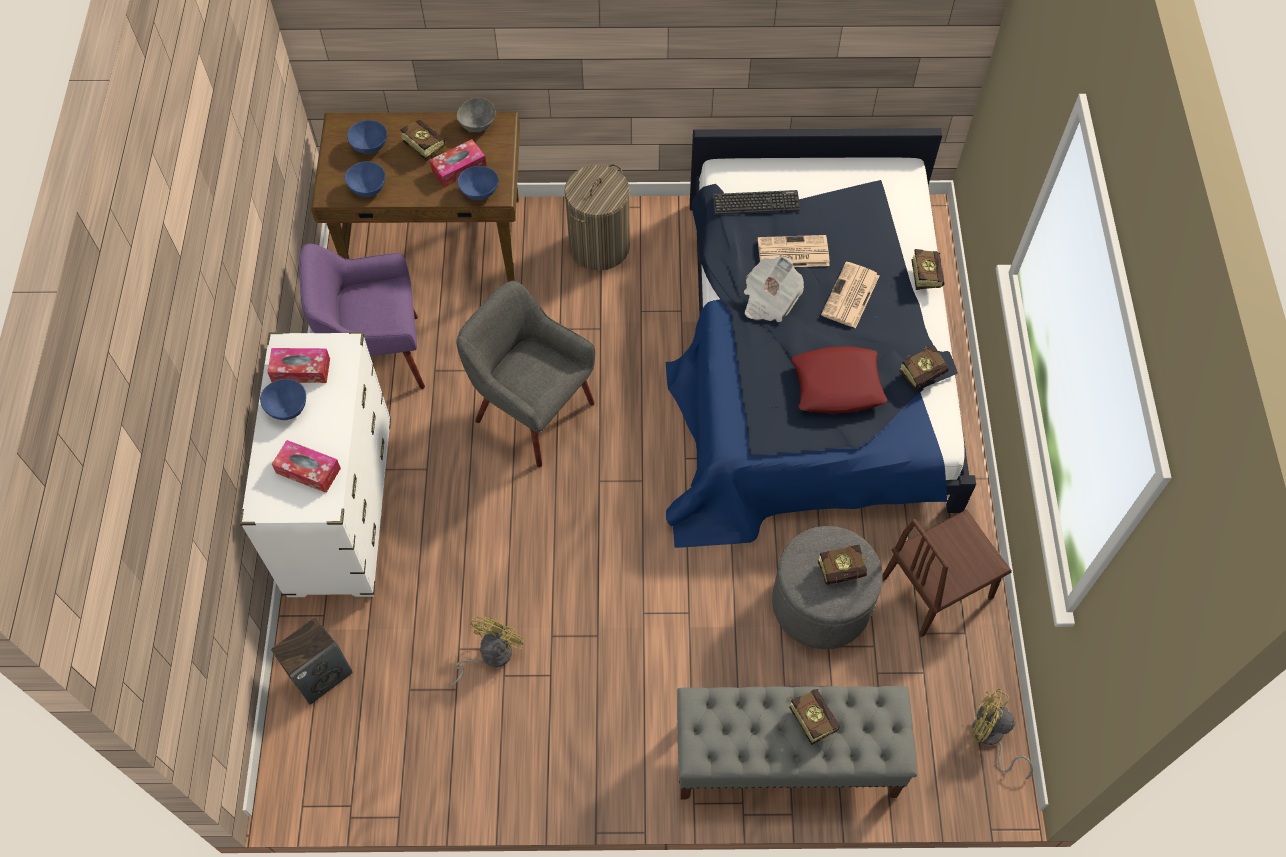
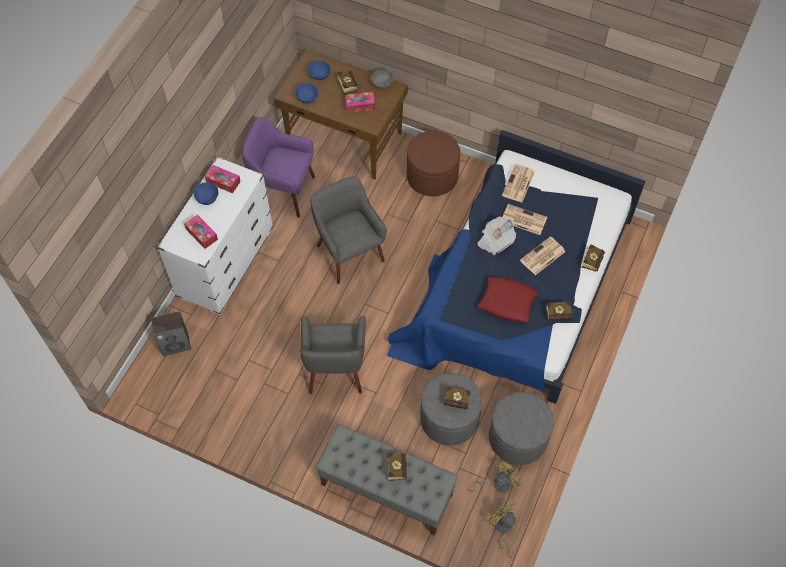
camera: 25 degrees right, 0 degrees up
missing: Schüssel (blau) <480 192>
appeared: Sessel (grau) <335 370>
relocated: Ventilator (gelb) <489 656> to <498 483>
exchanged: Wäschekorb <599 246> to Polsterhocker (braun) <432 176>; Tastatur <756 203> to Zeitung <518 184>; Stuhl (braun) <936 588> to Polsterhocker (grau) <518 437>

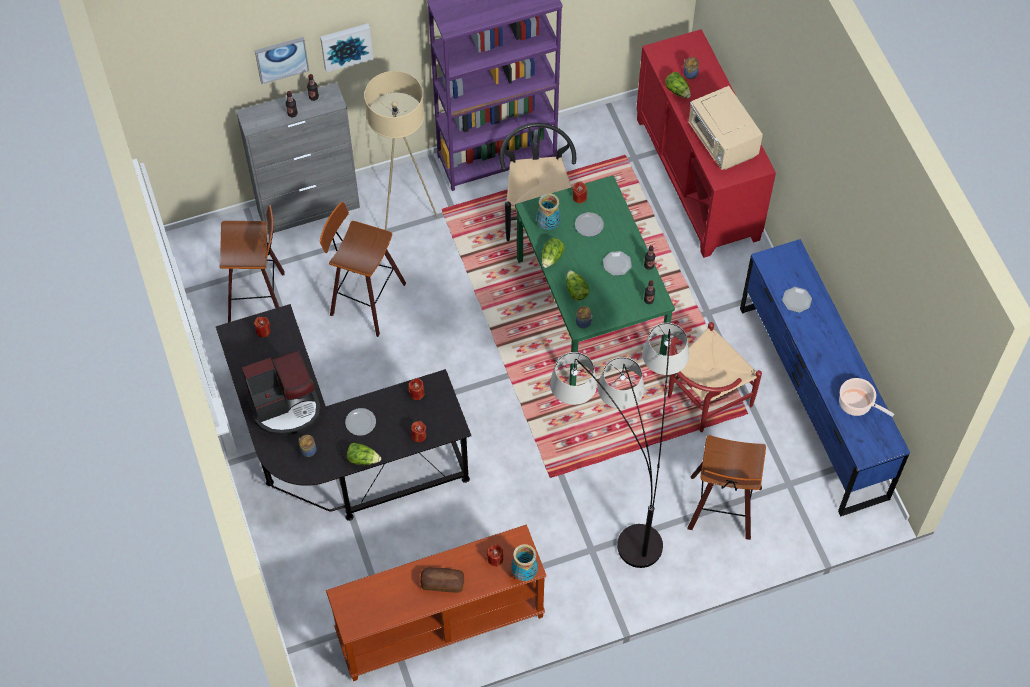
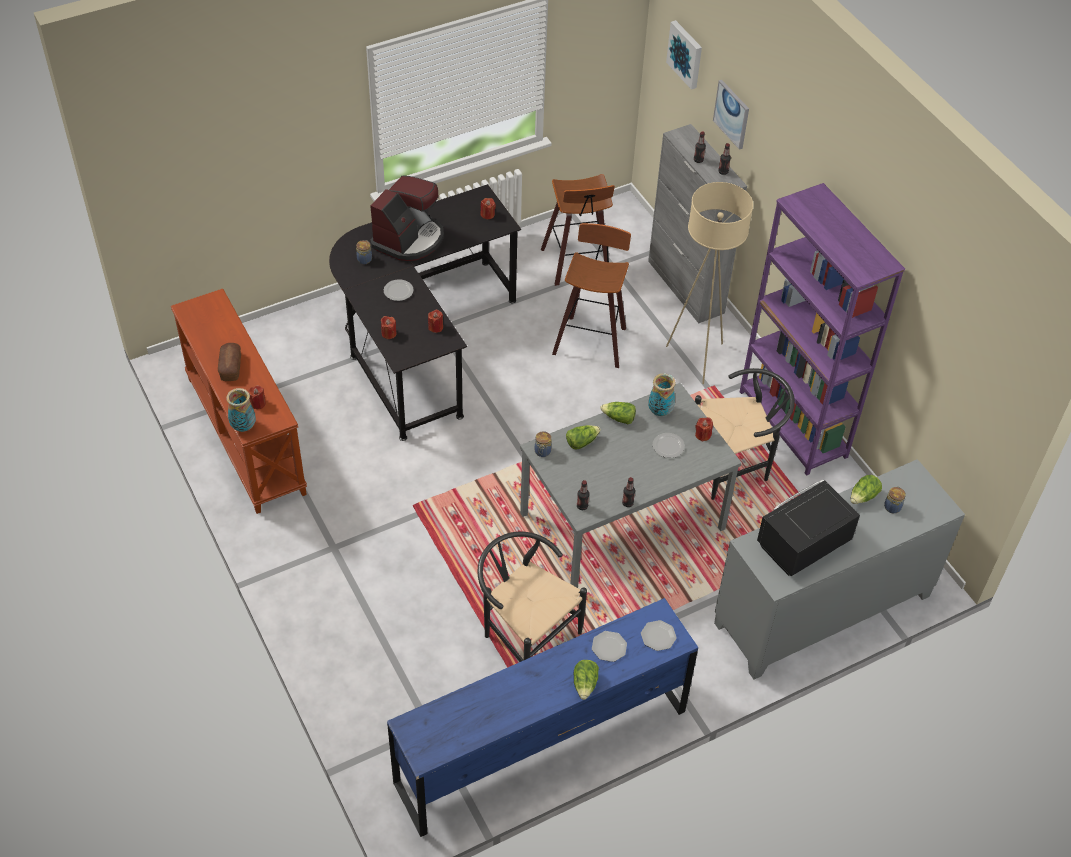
camera: 80 degrees right, 10 degrees down
missing: Stehlampe <618 499>; Kochtopf <857 404>; Hocker <722 510>
relocated: Bild <346 45> to <686 54>; Teller <617 264> to <658 636>; Salatkopf <363 458> to <585 684>
colour: Schrank (rot) <698 178> to Schrank (grau) <823 610>; Mikrowelle (beige) <722 143> to Mikrowelle (schwarz) <801 544>; Esstisch (grün) <591 309> to Esstisch (grau) <622 523>; Stuhl (rot) <702 401> to Stuhl (schwarz) <524 634>
spun: Kaffeemaschine <285 406> = <409 239> 120 degrees counterclockwise

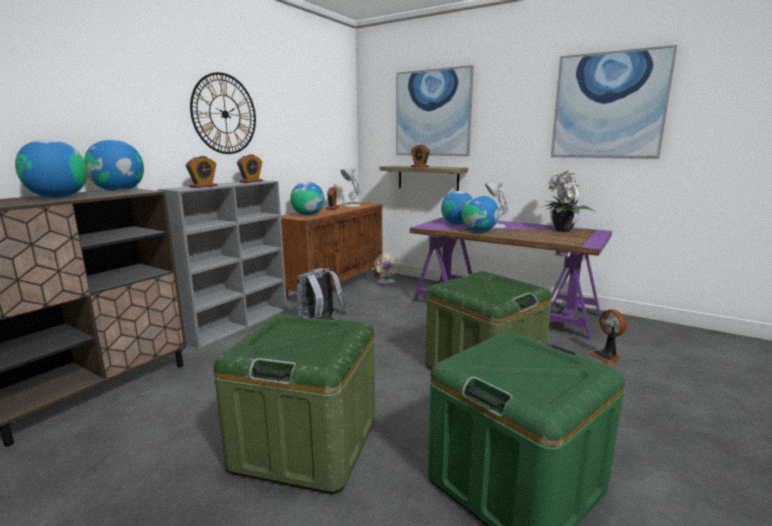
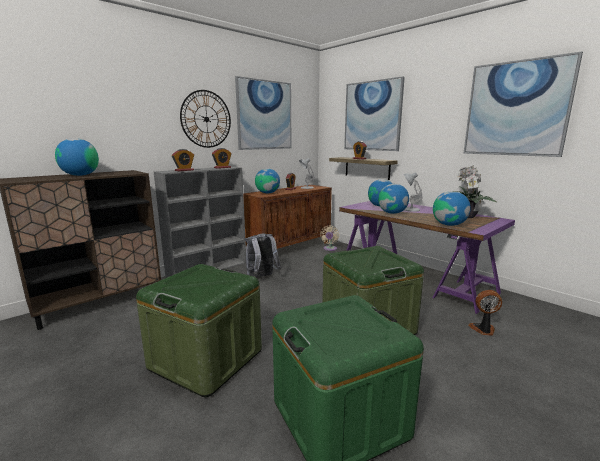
camera: 15 degrees right, 0 degrees up
appeared: Bild <264 115>
relocated: Globus <119 191> to <449 225>
spun: Ventilator <606 356> = <483 330> 105 degrees clockwise

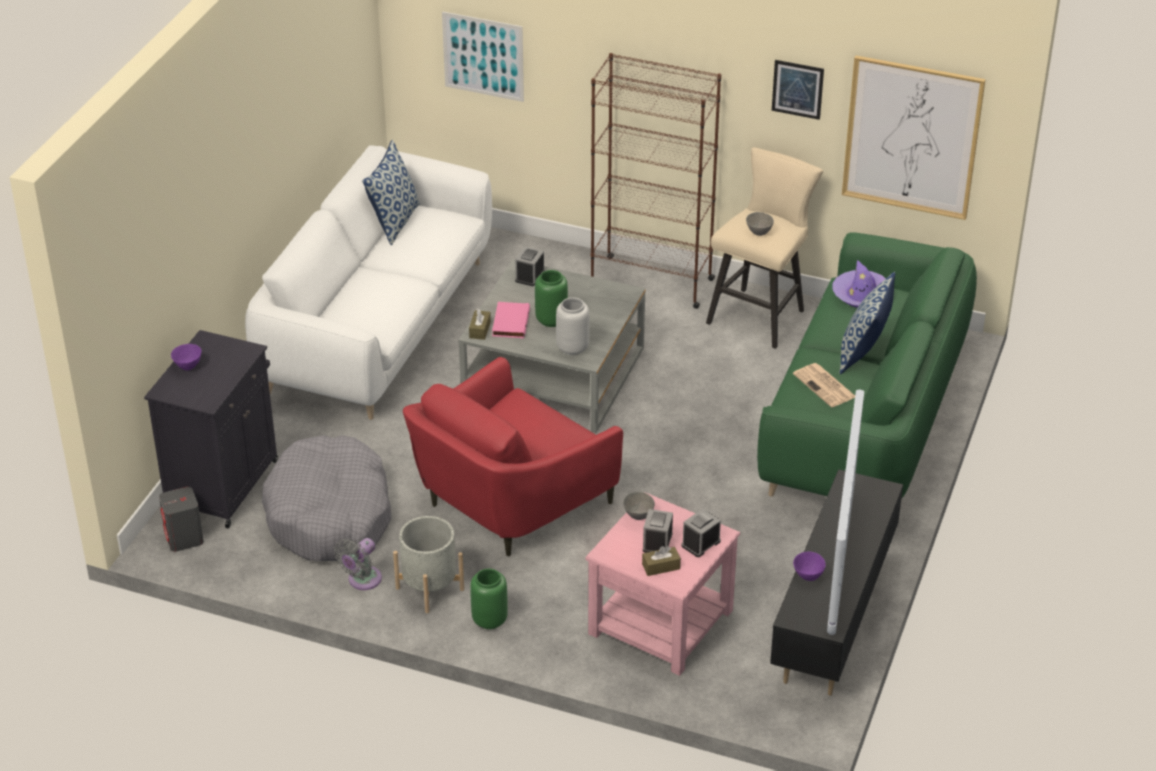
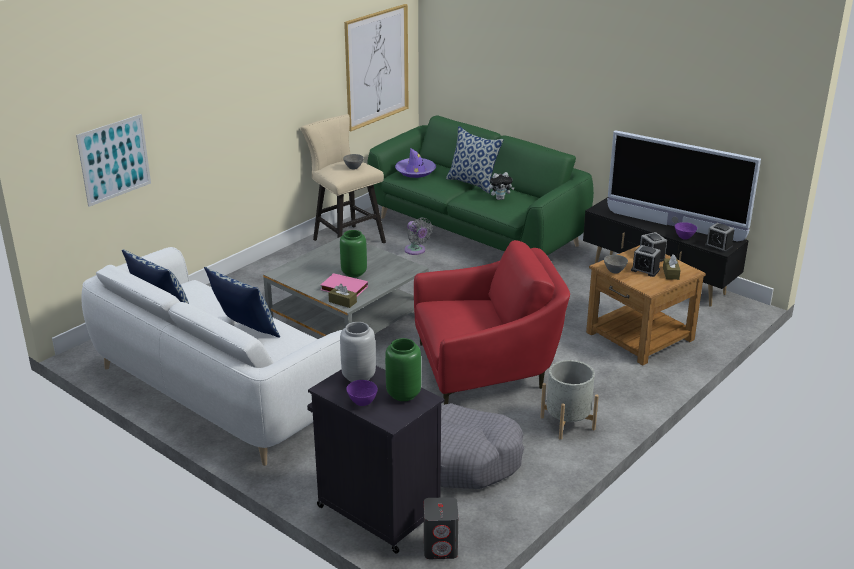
camera: 70 degrees left, 10 degrees down
missing: Bücherregal (braun) <651 282>; Bild <797 89>
appeared: Kissen <245 331>
relocated: Wecker <530 276> to <718 246>; Vase (grau) <573 348> to <359 376>; Ventilator (grau) <362 580> to <416 251>; Vase (grün) <489 620> to <403 394>
exchanged: Zeitung <825 386> to Plüschtier <500 198>
colour: Beistelltisch (rosa) <660 622> to Beistelltisch (braun) <639 336>
spun: Sessel (rot) <510 503> = <486 370> 75 degrees counterclockwise

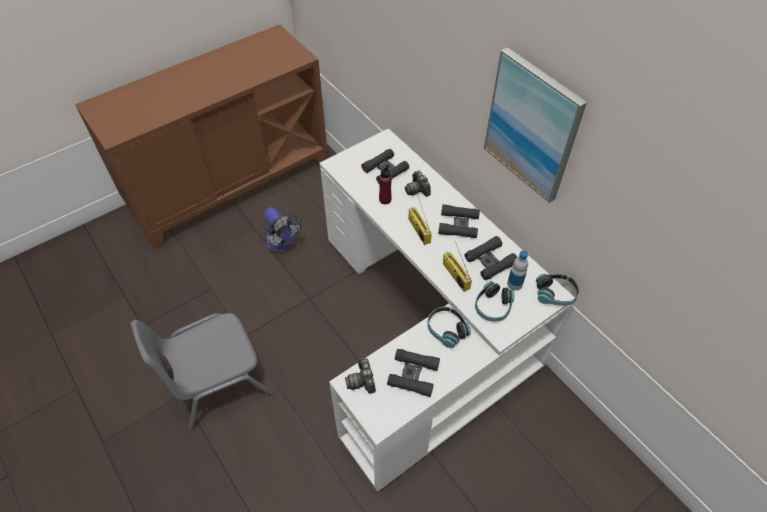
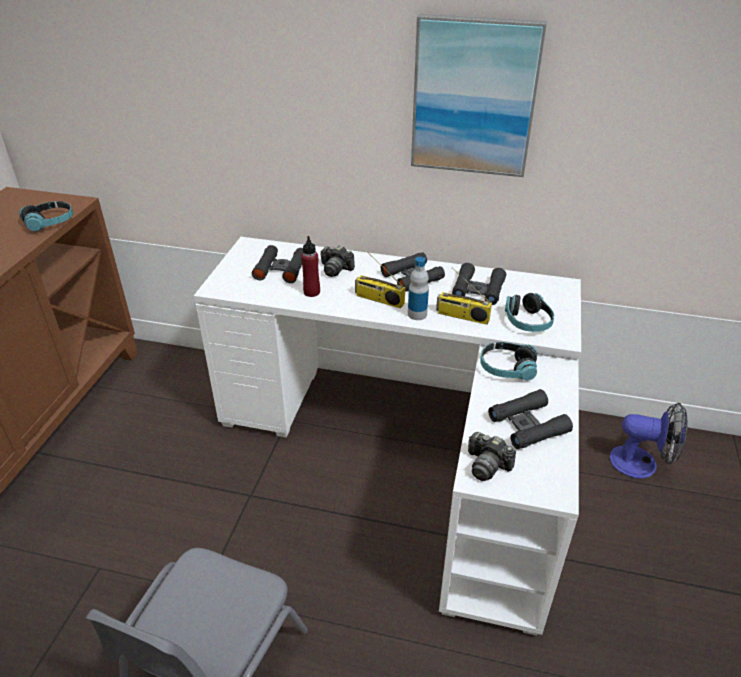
camera: 40 degrees left, 15 degrees down
relocated: Ventilator <282 244> to <642 463>; Flasche <514 284> to <417 314>; Kopfhörer <555 294> to <50 222>

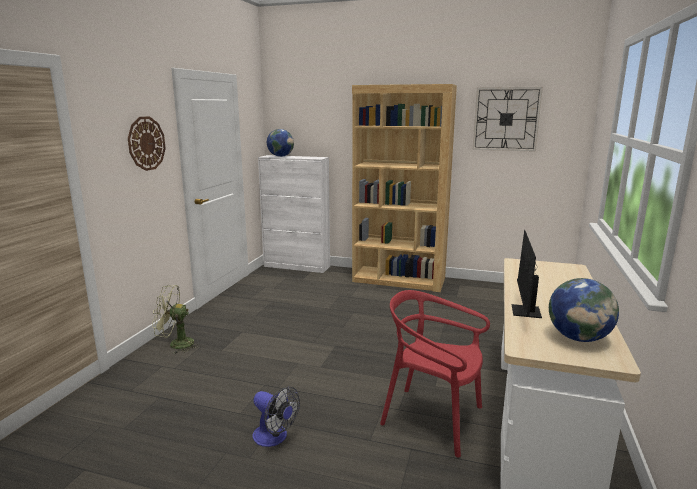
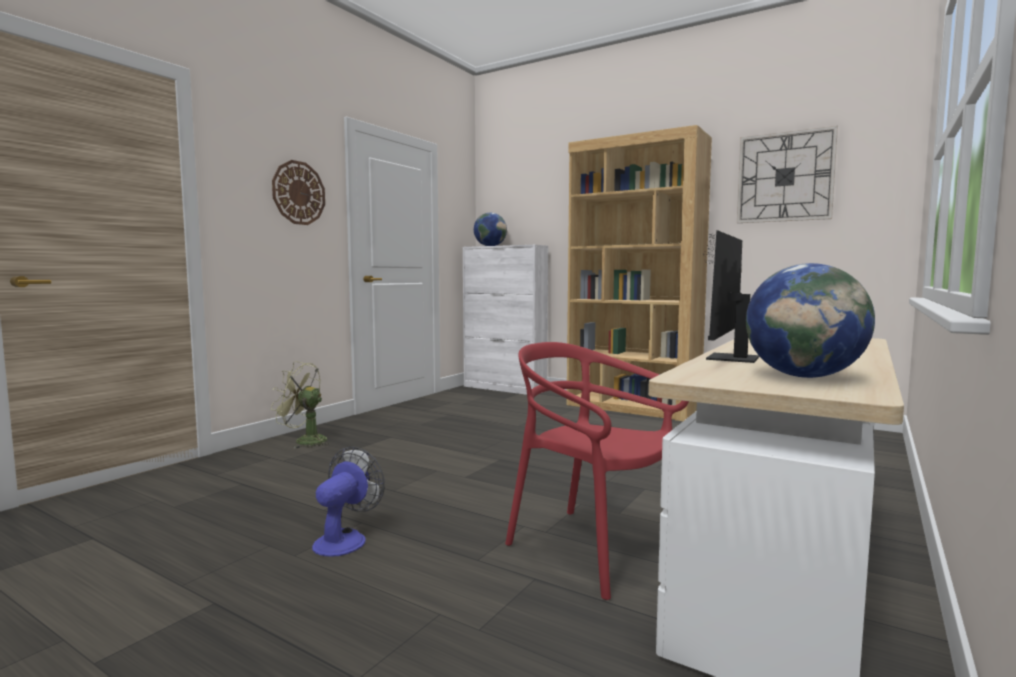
camera: 15 degrees right, 10 degrees down
spun: Ventilator <274 438> = <345 539> 120 degrees counterclockwise

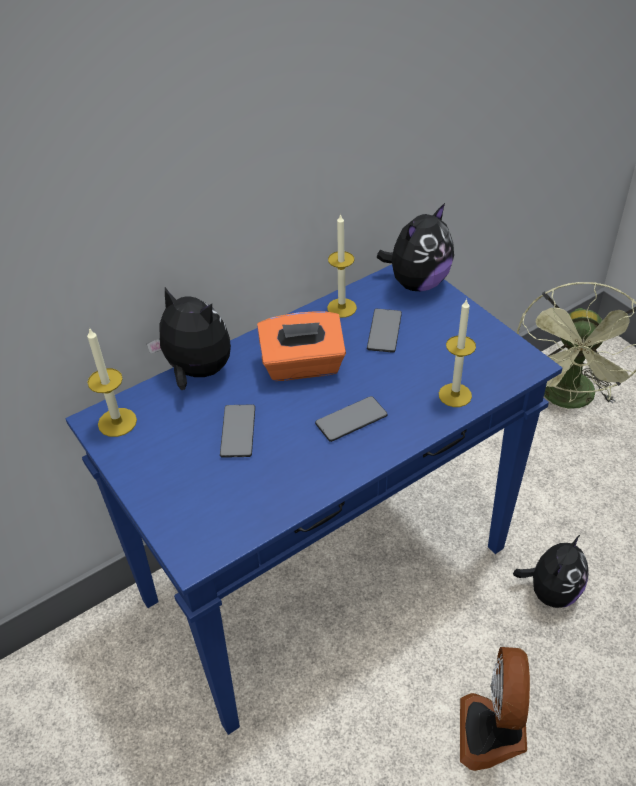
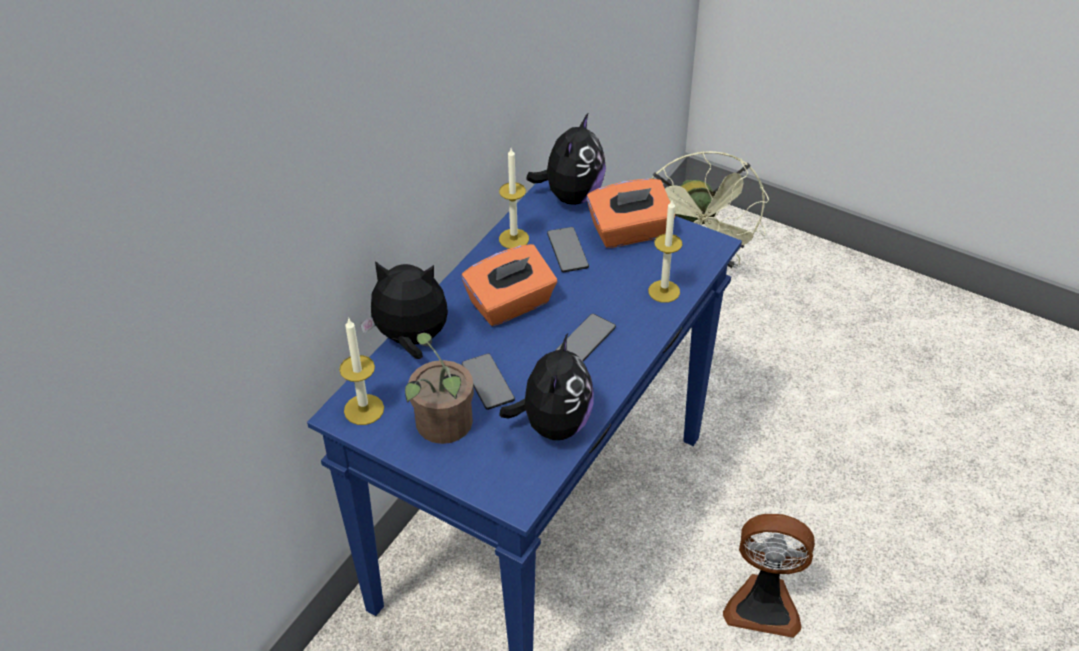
camera: 25 degrees left, 0 degrees up
appeared: Taschentuchbox (orange) <629 232>; Topfpflanze <443 428>
relocated: Plüschtier <551 591> to <553 424>
spun: Ventilator <493 733> = <764 604> 60 degrees counterclockwise

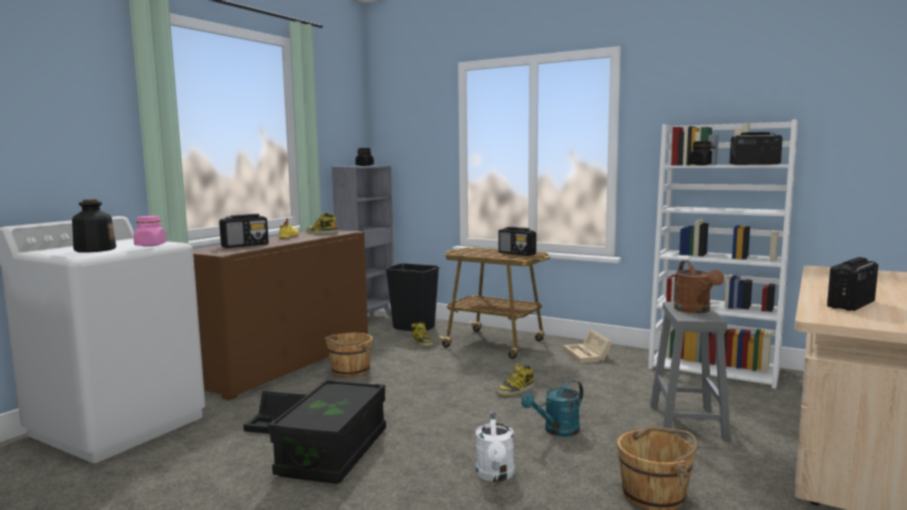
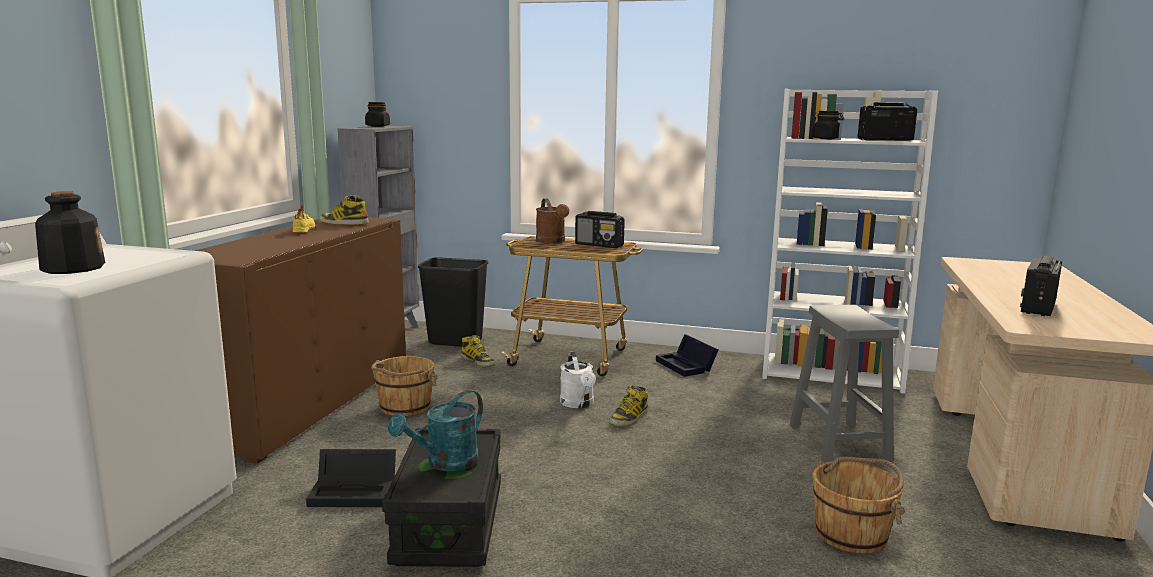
camera: 15 degrees left, 5 degrees up
missing: Radio <245 245>; Vorratsglas (rosa) <150 245>
relocated: Gießkanne (braun) <695 311> to <552 241>; Gießkanne (türkis) <557 431> to <445 463>; Gießkanne (weiß) <495 475> to <578 404>
colour: Aufbewahrungsbox (beige) <588 355> to Aufbewahrungsbox (schwarz) <687 366>

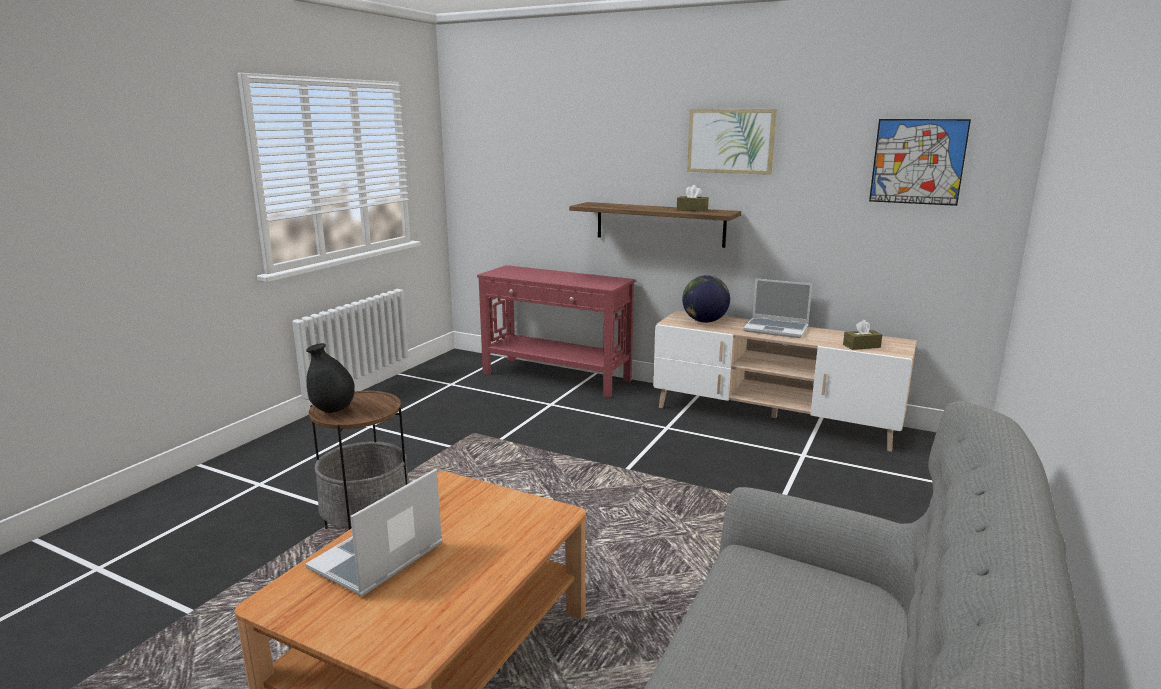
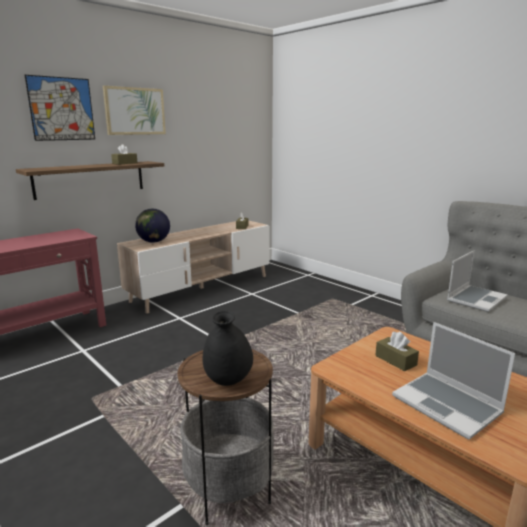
camera: 70 degrees left, 0 degrees up
appeared: Taschentuchbox (braun) <395 360>
relocated: Bild <917 161> to <61 109>; Laptop <777 329> to <476 299>

